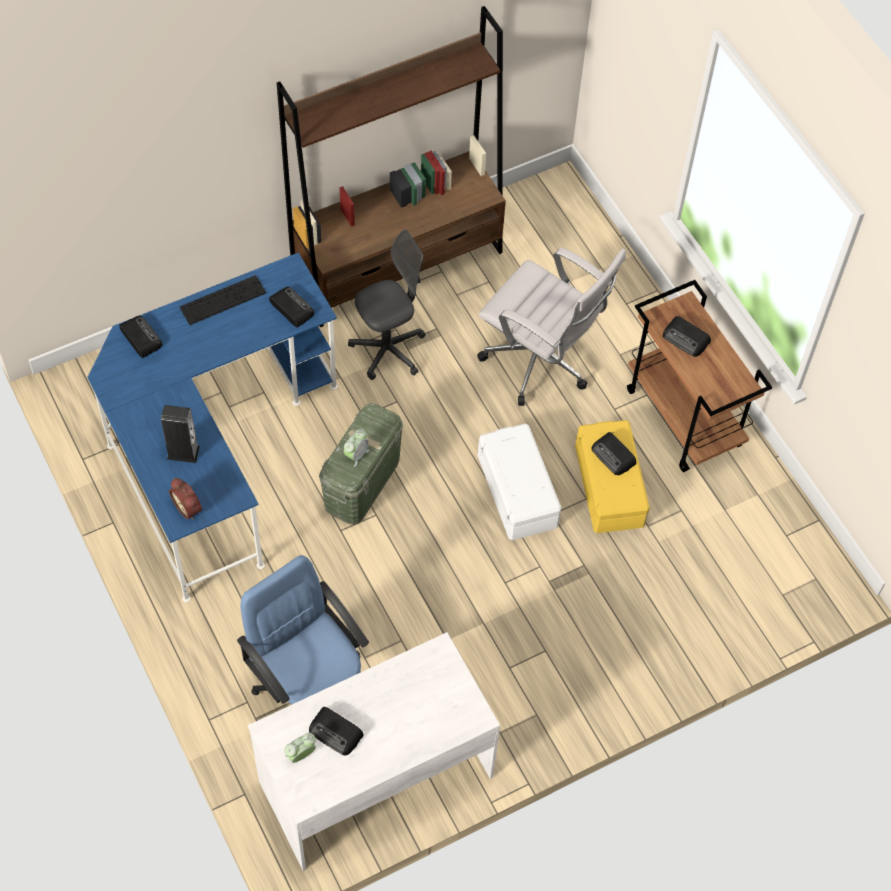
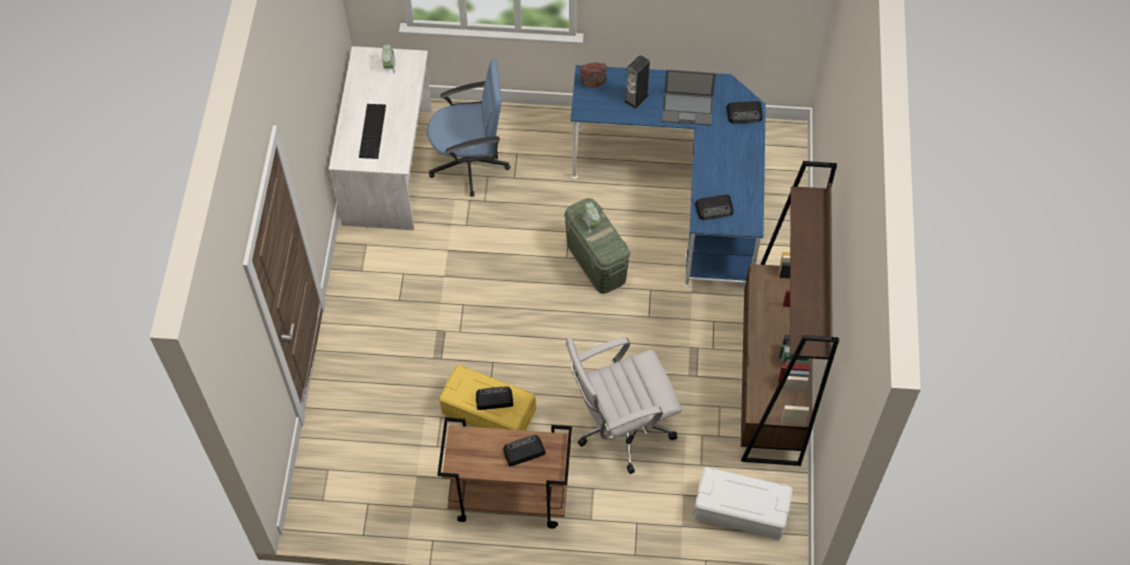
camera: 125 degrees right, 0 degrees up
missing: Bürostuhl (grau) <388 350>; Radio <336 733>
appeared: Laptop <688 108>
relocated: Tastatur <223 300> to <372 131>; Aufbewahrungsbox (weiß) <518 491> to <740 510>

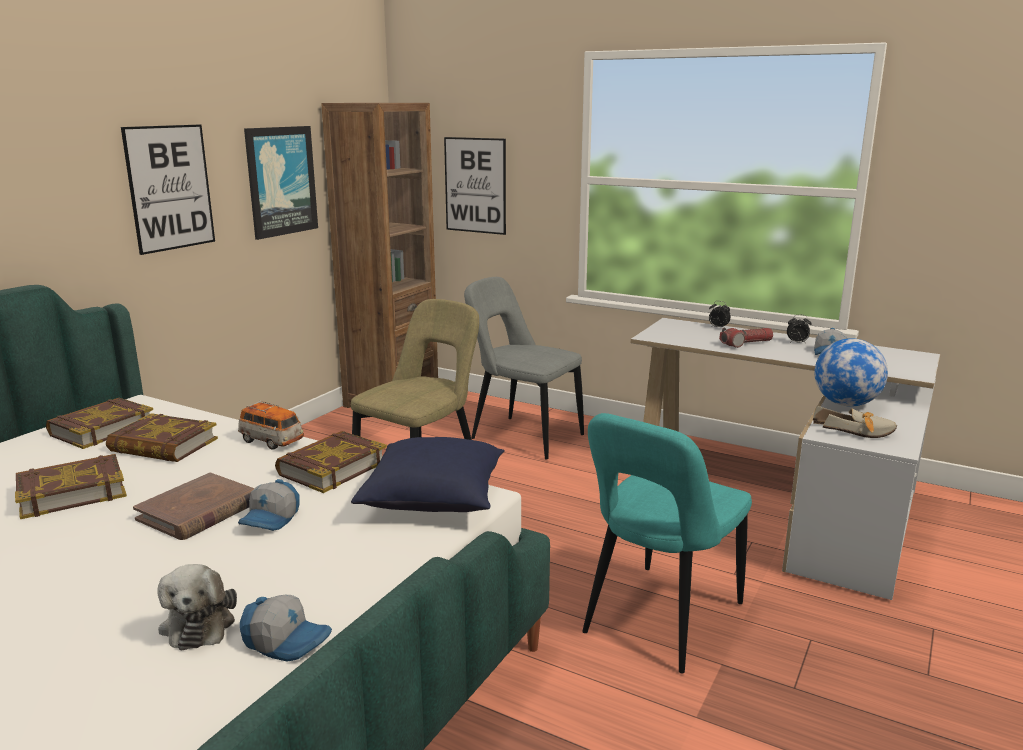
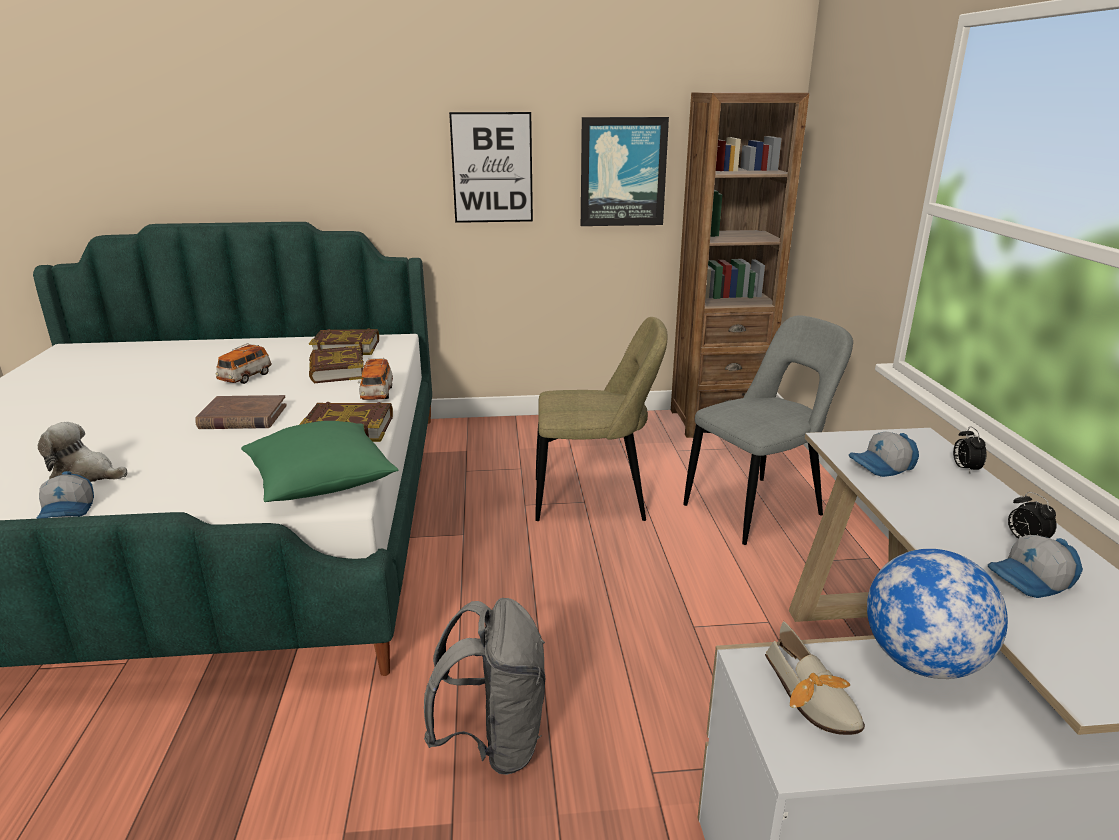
camera: 55 degrees right, 5 degrees up
missing: Bild <475 185>; Taschenlampe <746 344>
relocated: Kappe <271 519> to <882 466>
exchanged: Stuhl (türkis) <659 621> to Rucksack (grau) <494 741>; Buch <72 492> to Spielzeugauto <245 378>
colour: Kissen (blau) <435 500> to Kissen (grün) <321 483>
spun: Stuhl (grau) <522 436> = <758 509> 60 degrees clockwise; Plüschtier <199 623> = <86 475> 60 degrees clockwise

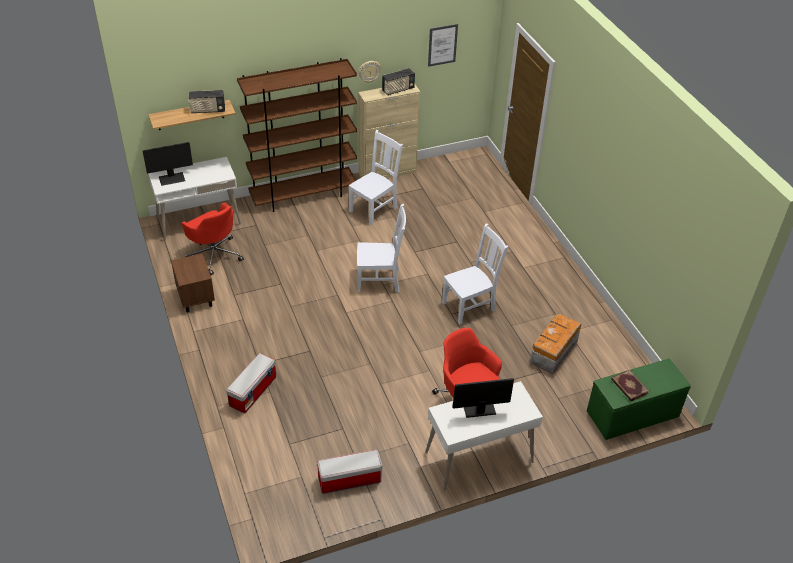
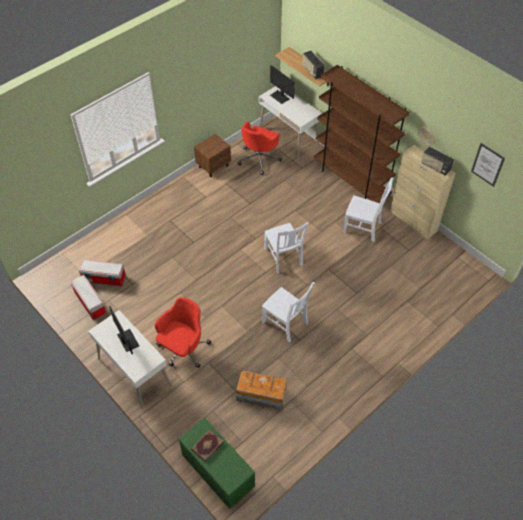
camera: 70 degrees right, 10 degrees up
relocated: Aufbewahrungsbox <253 391> to <105 278>

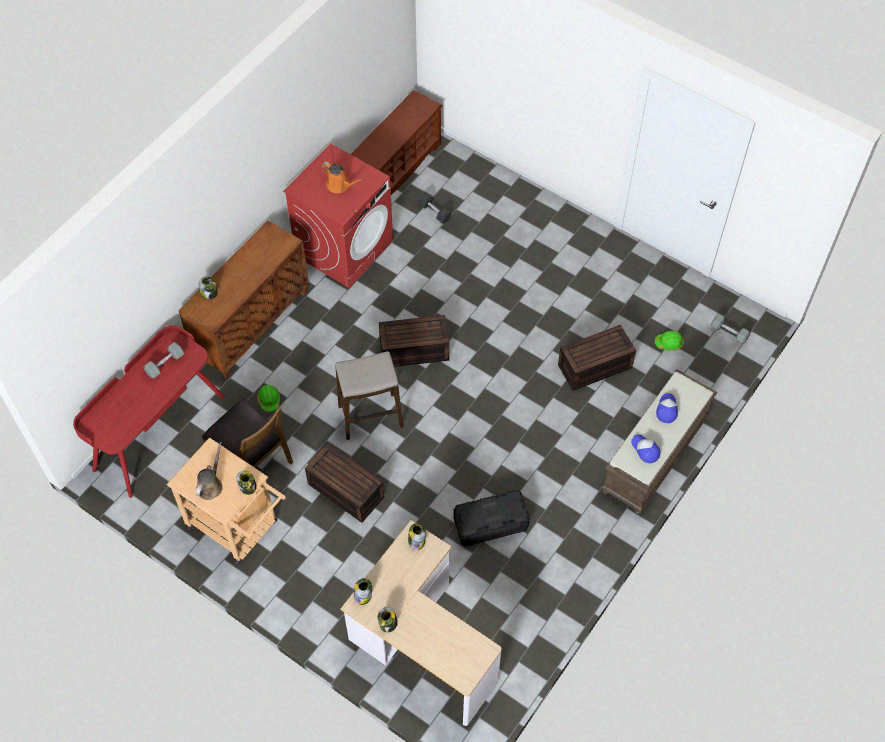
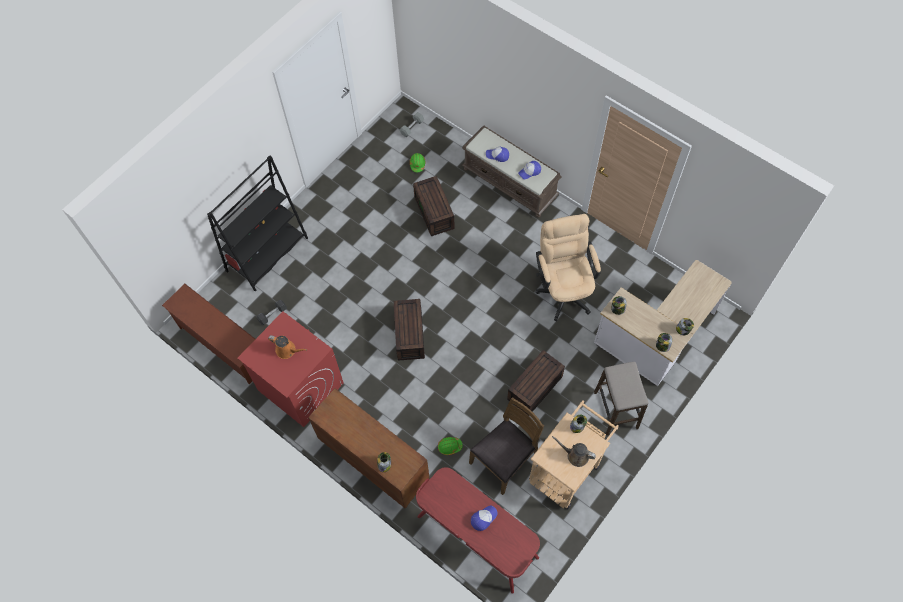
camera: 85 degrees left, 5 degrees up
missing: Hantel (grau) <165 364>
appeared: Bücherregal (schwarz) <267 254>; Kappe <483 518>
relocated: Hocker <370 417> to <616 410>
exchanged: Aufbewahrungsbox (schwarz) <491 524> to Bürostuhl (beige) <563 289>
spun: Gießkanne (orange) <340 185> = <287 350> 75 degrees clockwise

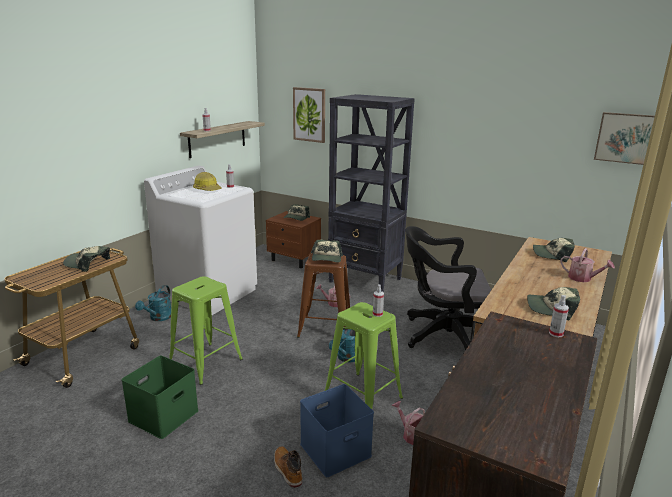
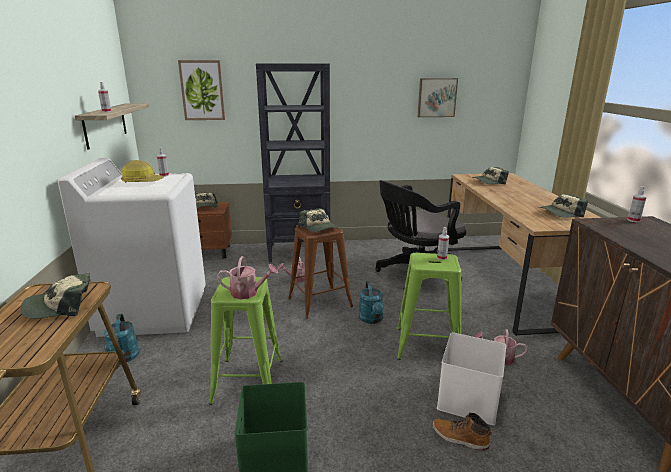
camera: 35 degrees left, 0 degrees up
relocated: Bild <624 138> to <436 97>; Gießkanne <583 278> to <248 293>
colour: Aufbewahrungsbox (blau) <335 448> to Aufbewahrungsbox (weiß) <467 397>

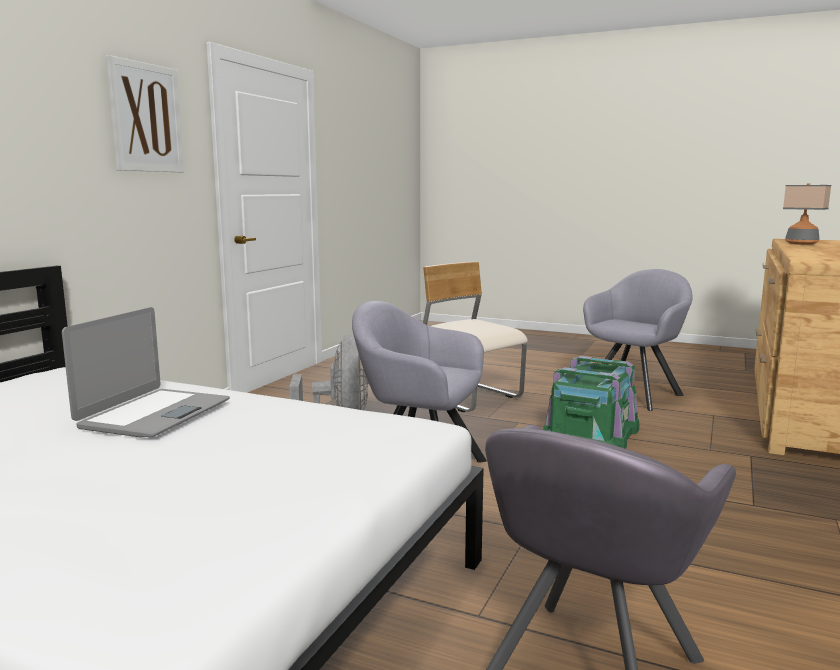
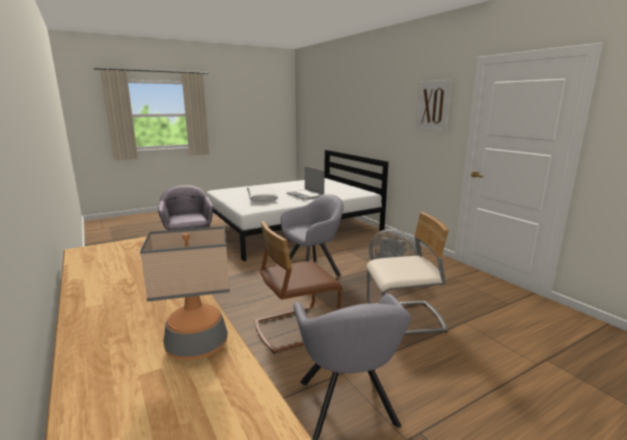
camera: 125 degrees right, 5 degrees up
appeared: Kissen (weiß) <261 198>
exchanged: Aufbewahrungsbox (grün) <592 434> to Stuhl (braun) <295 328>

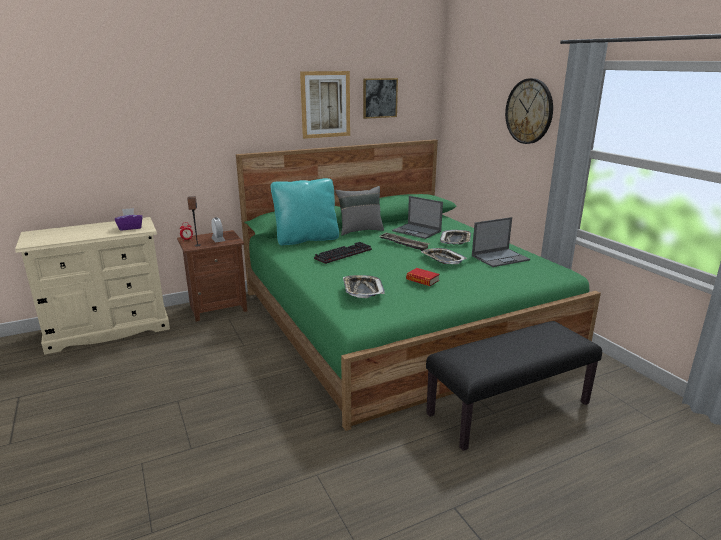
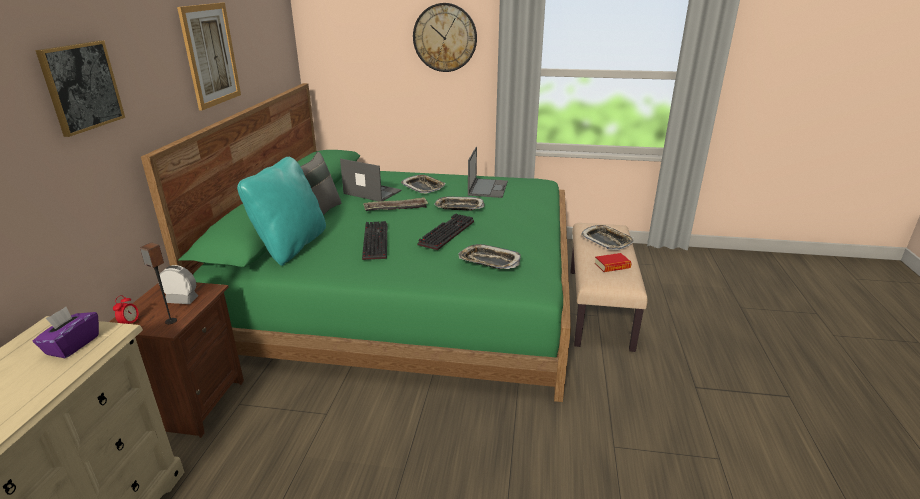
camera: 55 degrees left, 5 degrees up
appeared: Tastatur <446 232>; Tablett <606 241>
relocated: Bild <379 98> to <82 87>; Buch <422 280> to <612 266>
colour: Bank (schwarz) <508 408> to Bank (beige) <598 307>
spun: Laptop <417 231> = <371 192> 135 degrees counterclockwise

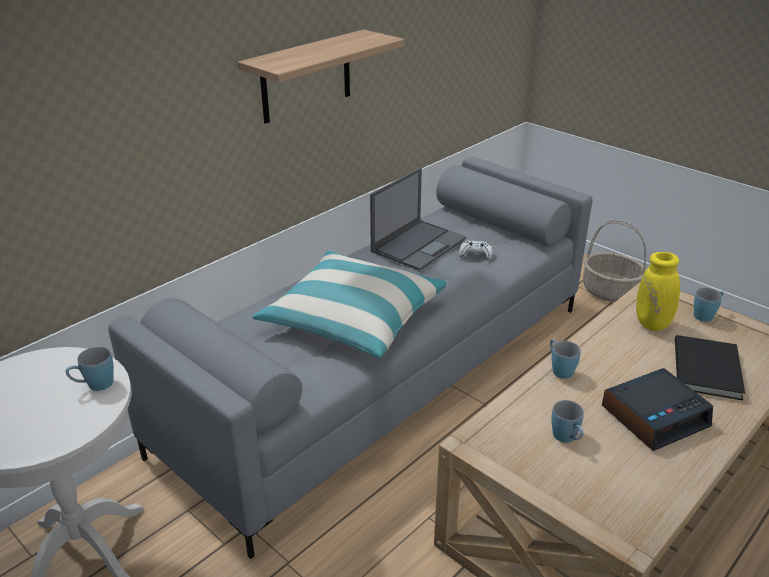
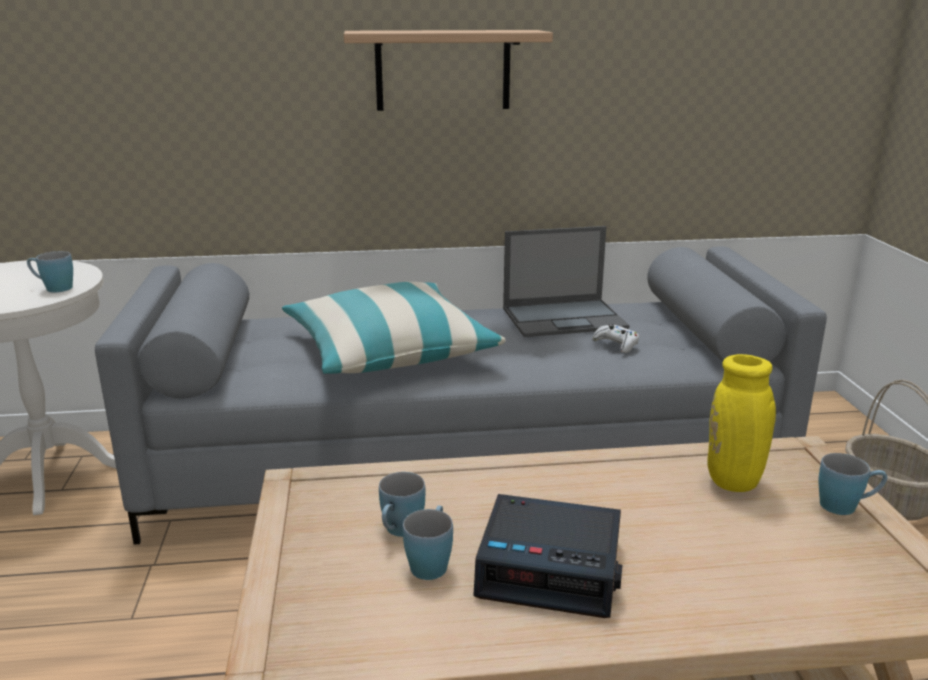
camera: 40 degrees right, 10 degrees down
missing: Buch (schwarz) <709 369>
relocated: Henkelbecher (blau) <559 369> to <431 562>

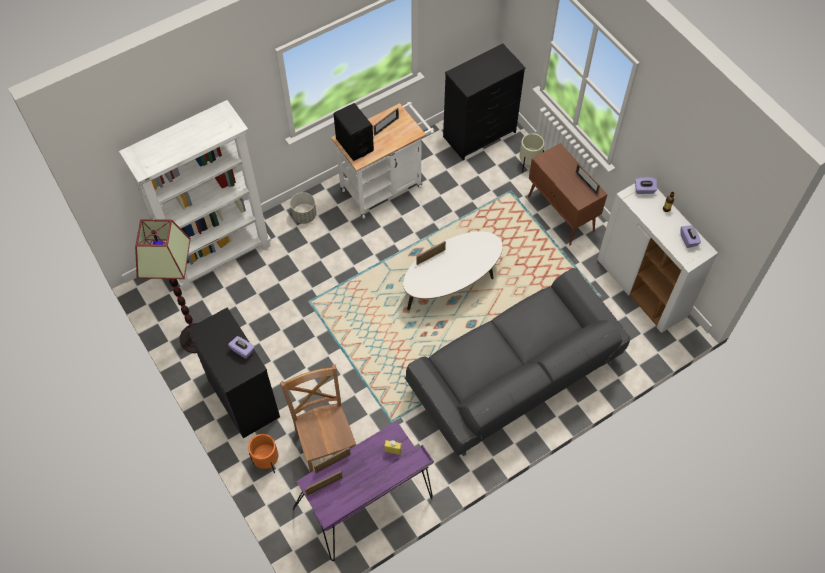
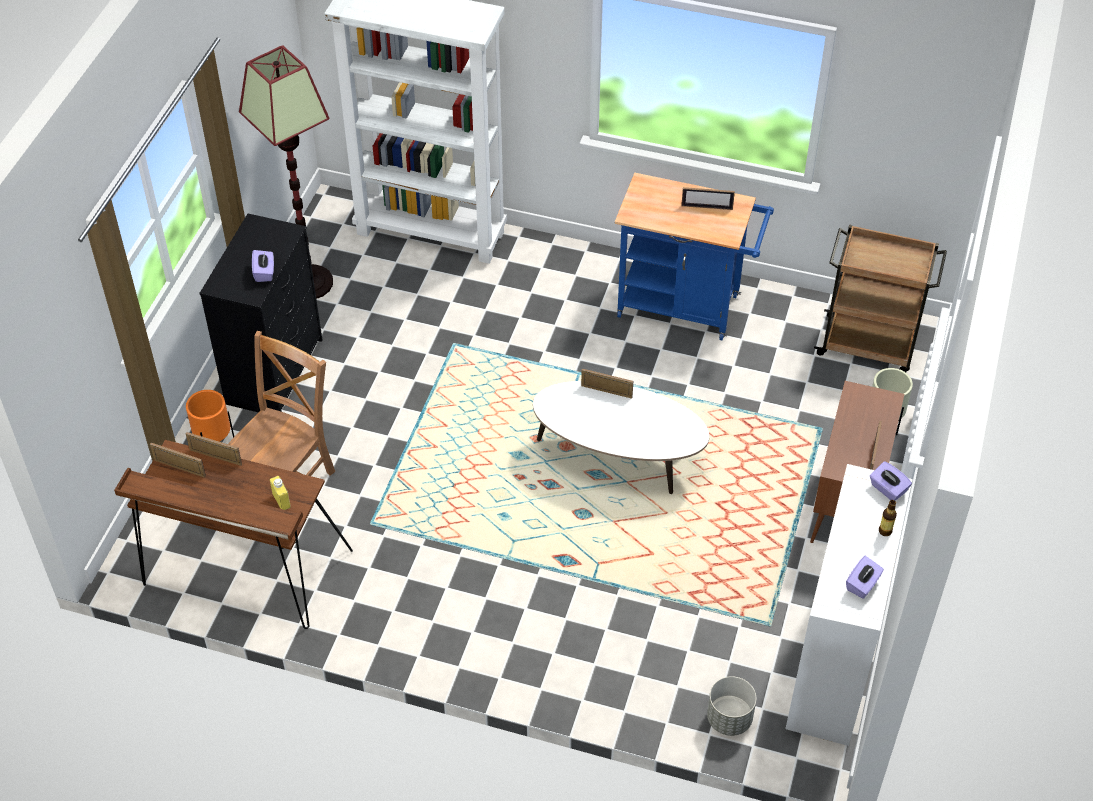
camera: 50 degrees right, 10 degrees down
missing: Lautsprecher (schwarz) <354 145>; Sofa (grau) <514 376>
relocated: Pflanzkübel (grau) <304 215> to <729 718>
exchanged: Kommode (schwarz) <480 134> to Rollwagen (braun) <869 345>
colour: Rollwagen (weiß) <385 186> to Rollwagen (blau) <686 307>; Schreibtisch (lila) <366 504> to Schreibtisch (braun) <243 569>

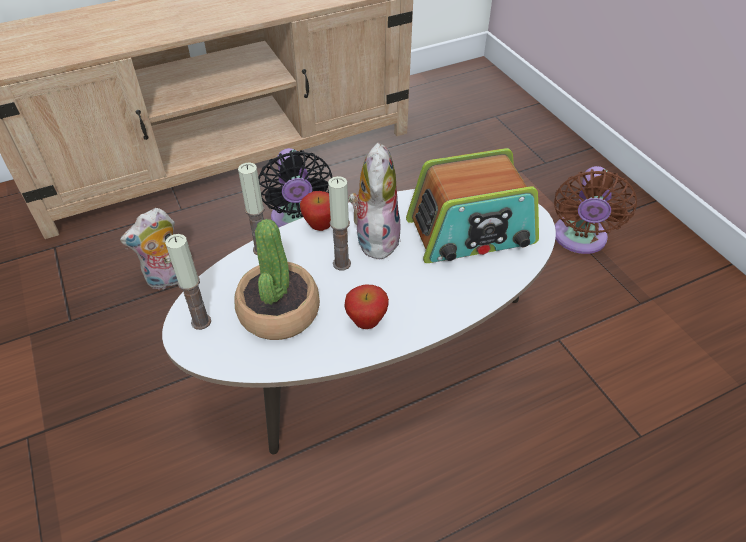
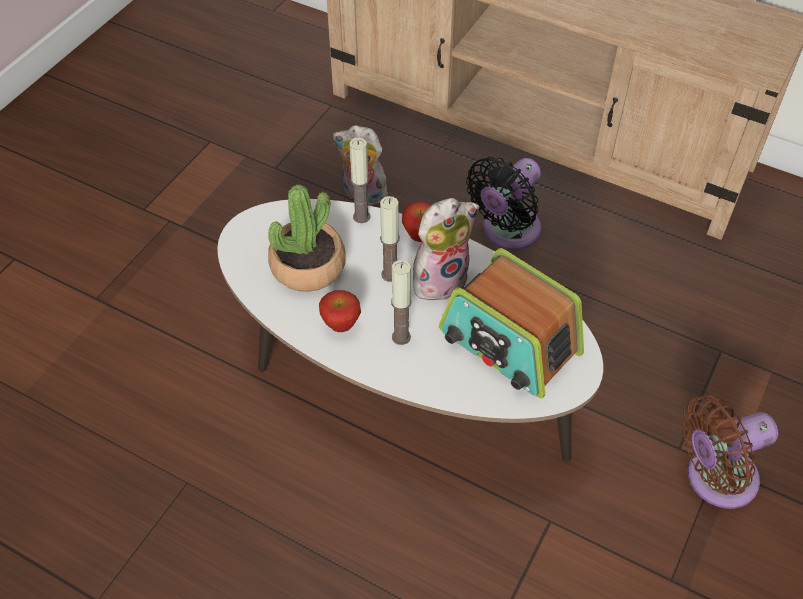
camera: 55 degrees right, 5 degrees up
relocated: Kerze <201 321> to <401 337>

